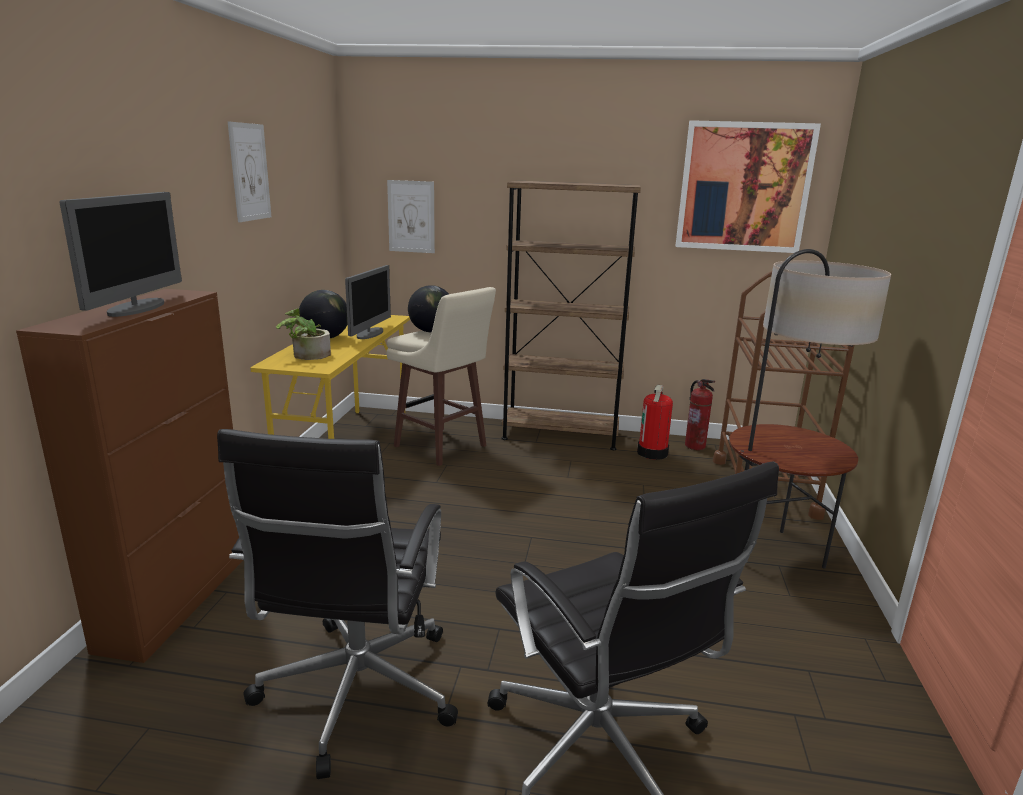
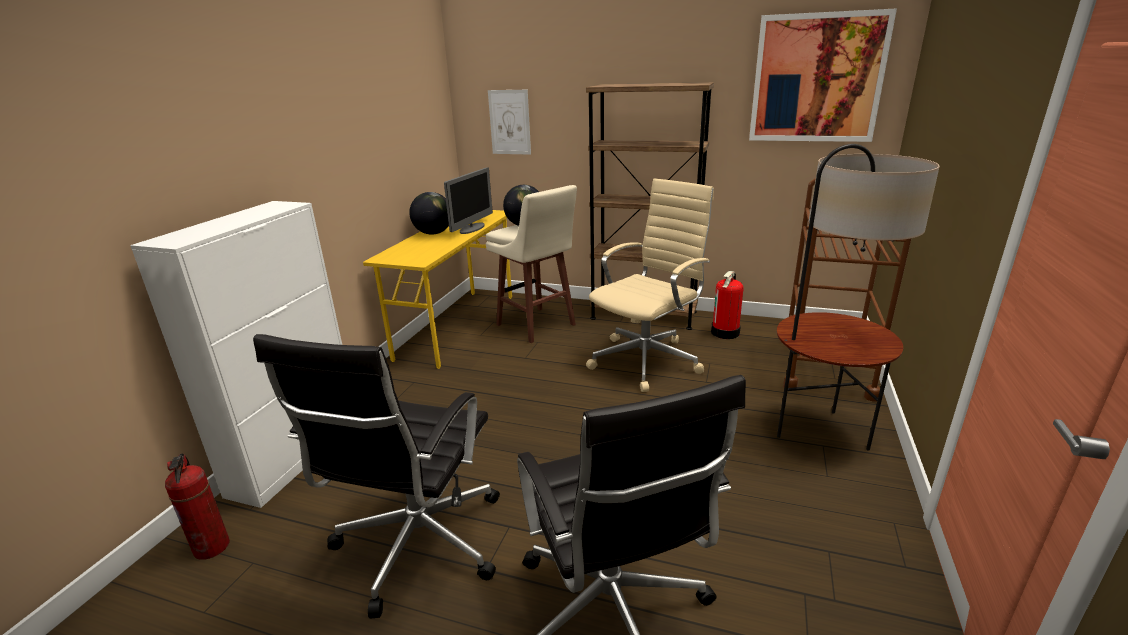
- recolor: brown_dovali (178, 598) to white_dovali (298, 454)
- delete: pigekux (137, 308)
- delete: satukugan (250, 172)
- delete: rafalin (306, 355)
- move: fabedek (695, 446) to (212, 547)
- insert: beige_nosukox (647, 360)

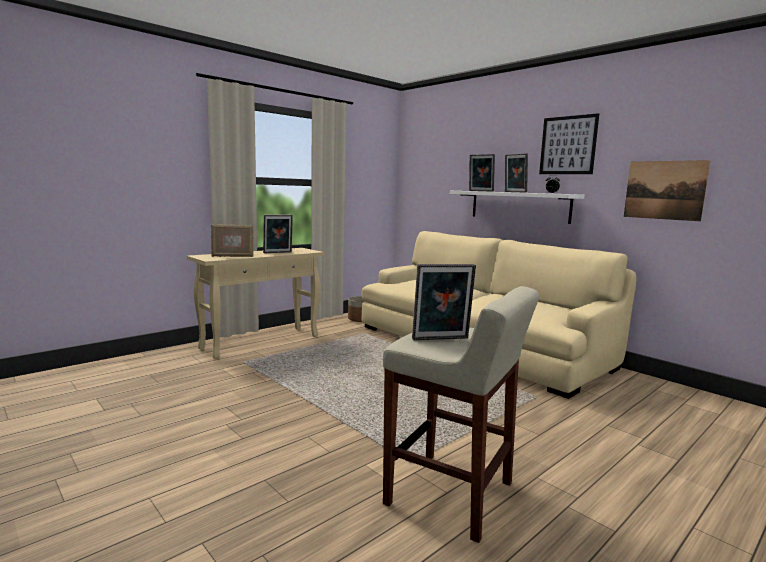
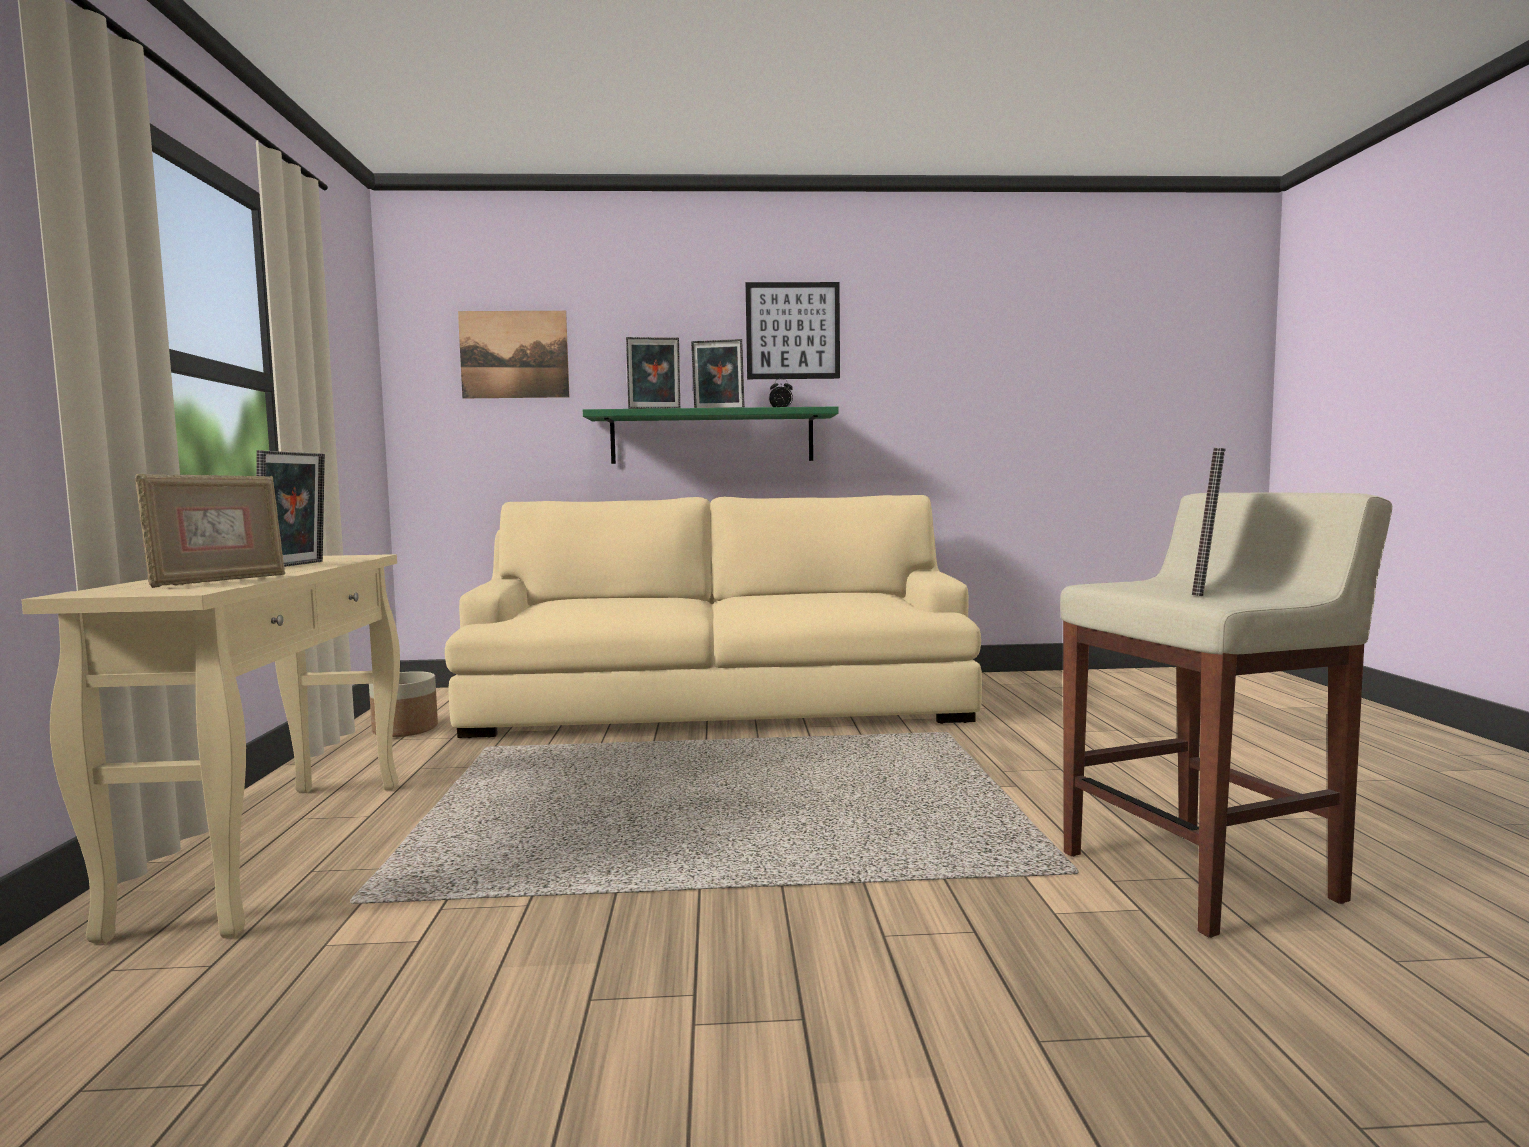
- recolor: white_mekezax (519, 206) to green_mekezax (712, 437)
- move: satukugan (664, 190) to (514, 354)

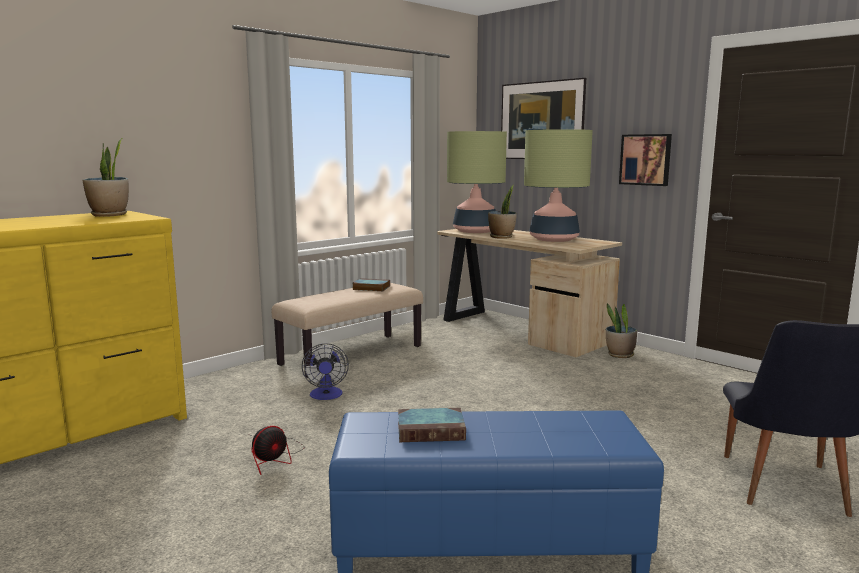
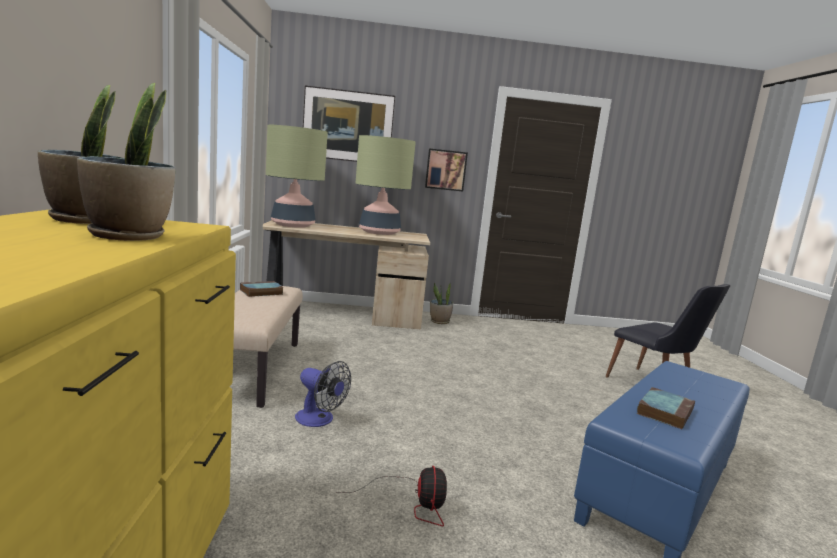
- move: rafalin (501, 237) to (129, 236)

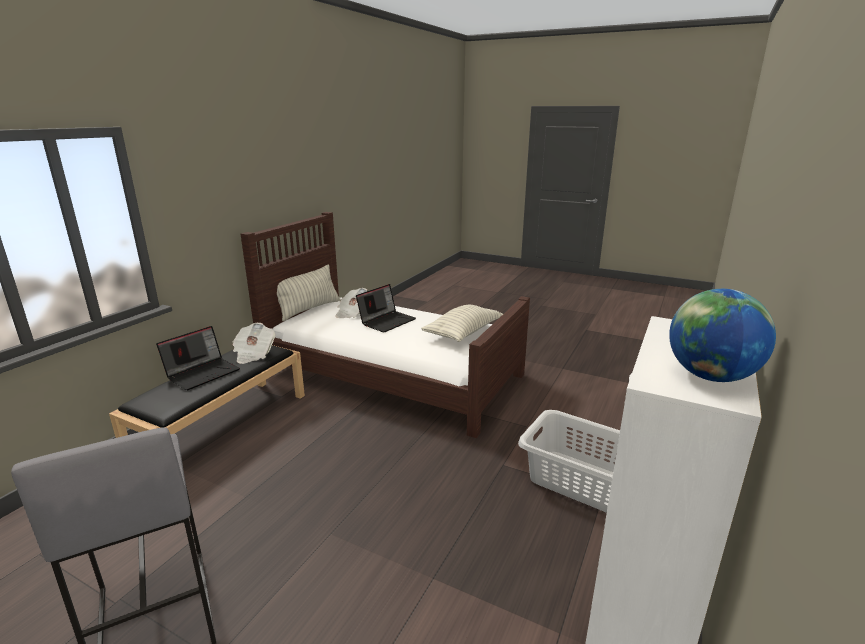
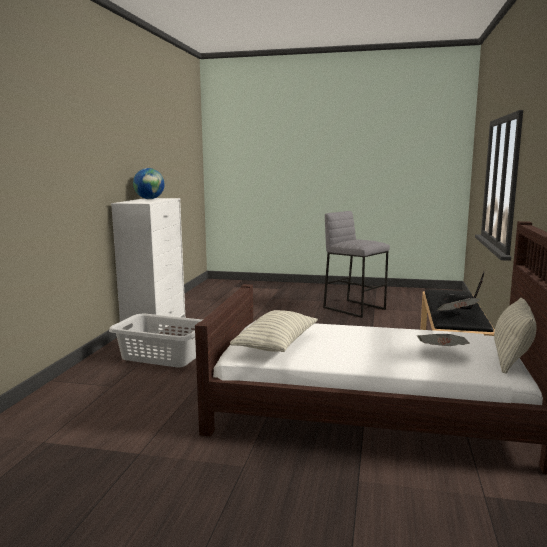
- delete: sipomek (387, 321)

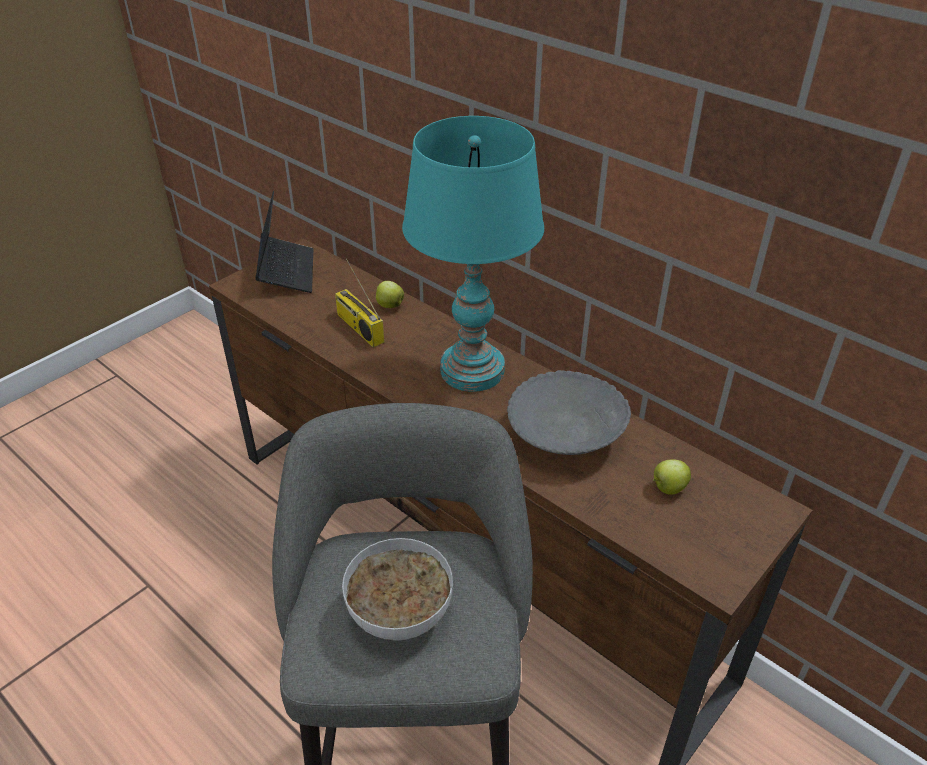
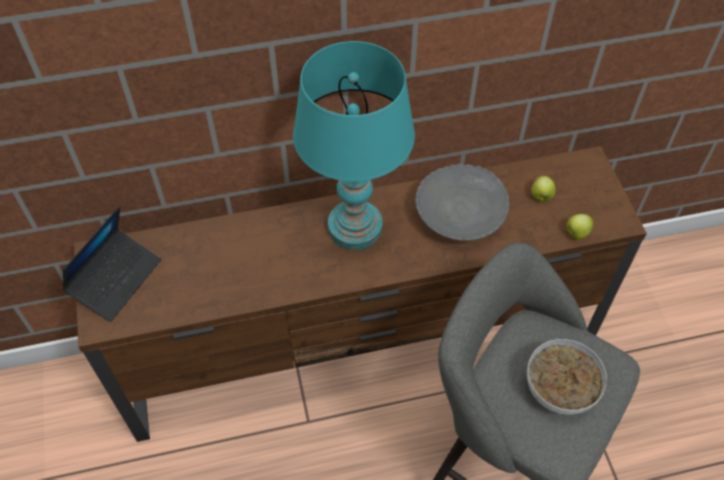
- rotate: sipomek (286, 272) = (116, 279) 90 degrees clockwise
- delete: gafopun (358, 328)
- move: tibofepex (389, 305) to (576, 233)

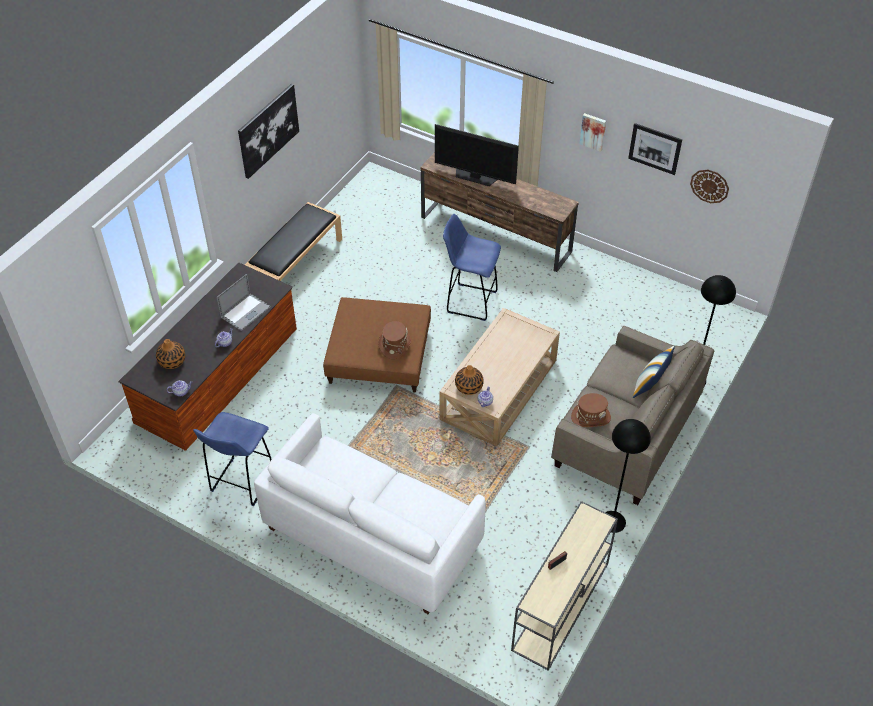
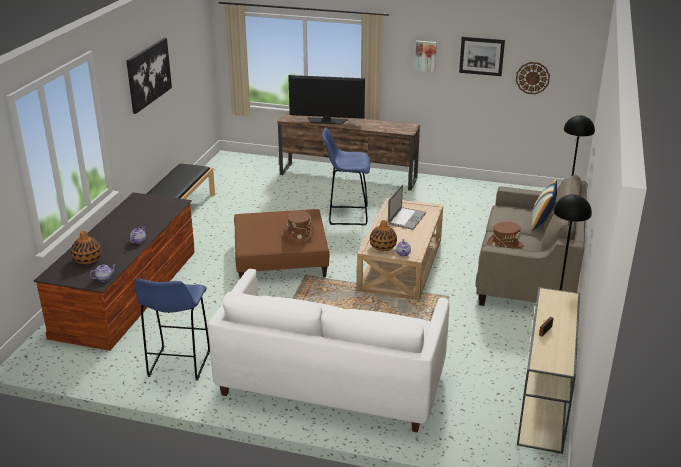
- move: sipomek (245, 312) to (406, 218)

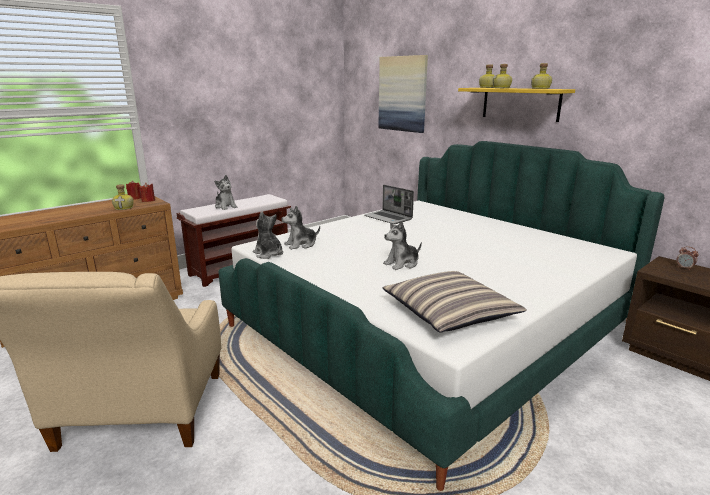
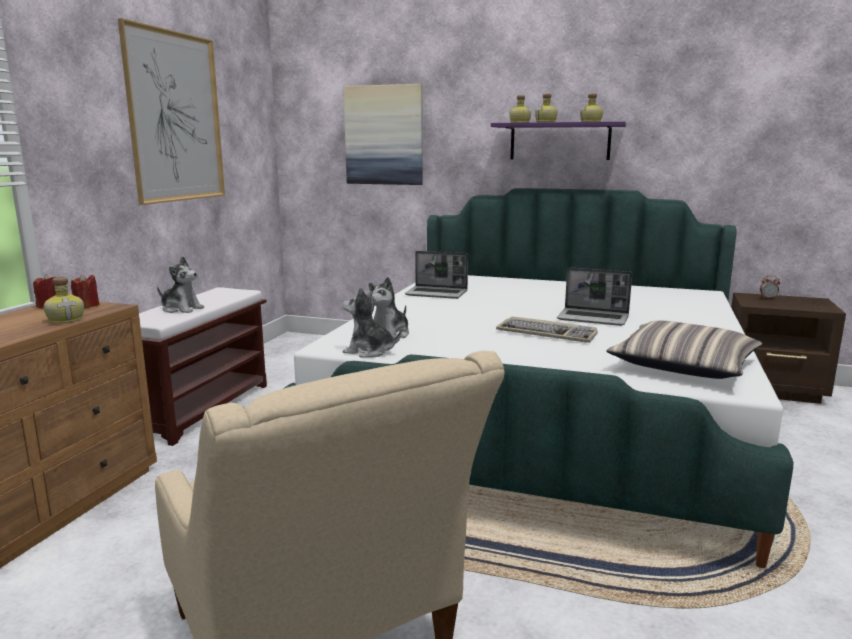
- replace: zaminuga (402, 264) to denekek (547, 333)
- recolor: yellow_mekezax (520, 104) to purple_mekezax (559, 141)
- insert: satukugan (175, 117)
- insert: sipomek (594, 318)

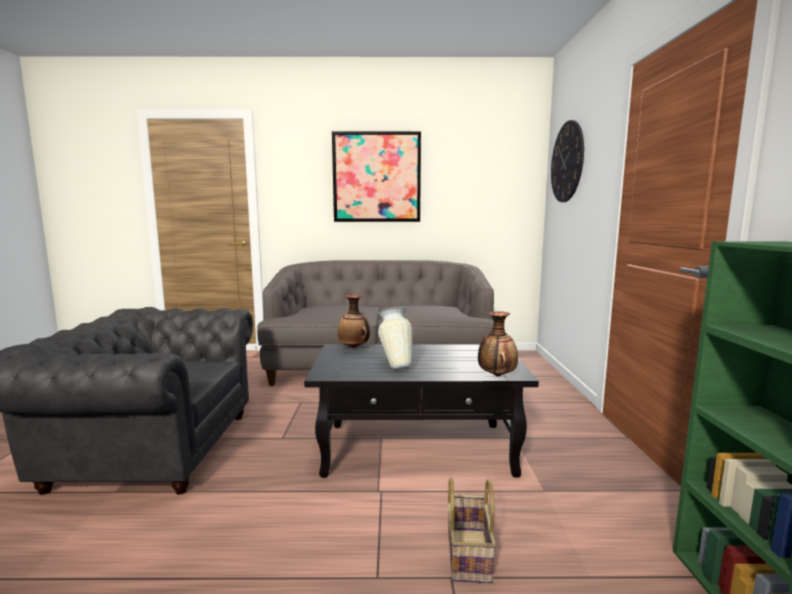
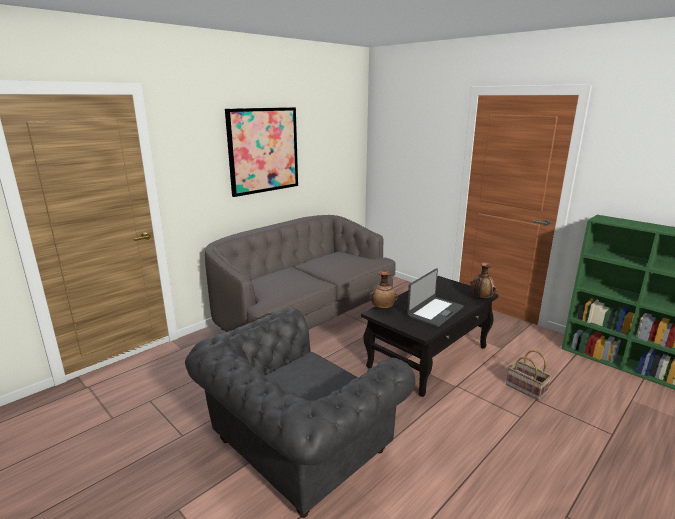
- replace: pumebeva (396, 366) to sipomek (434, 311)
- delete: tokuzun (567, 162)

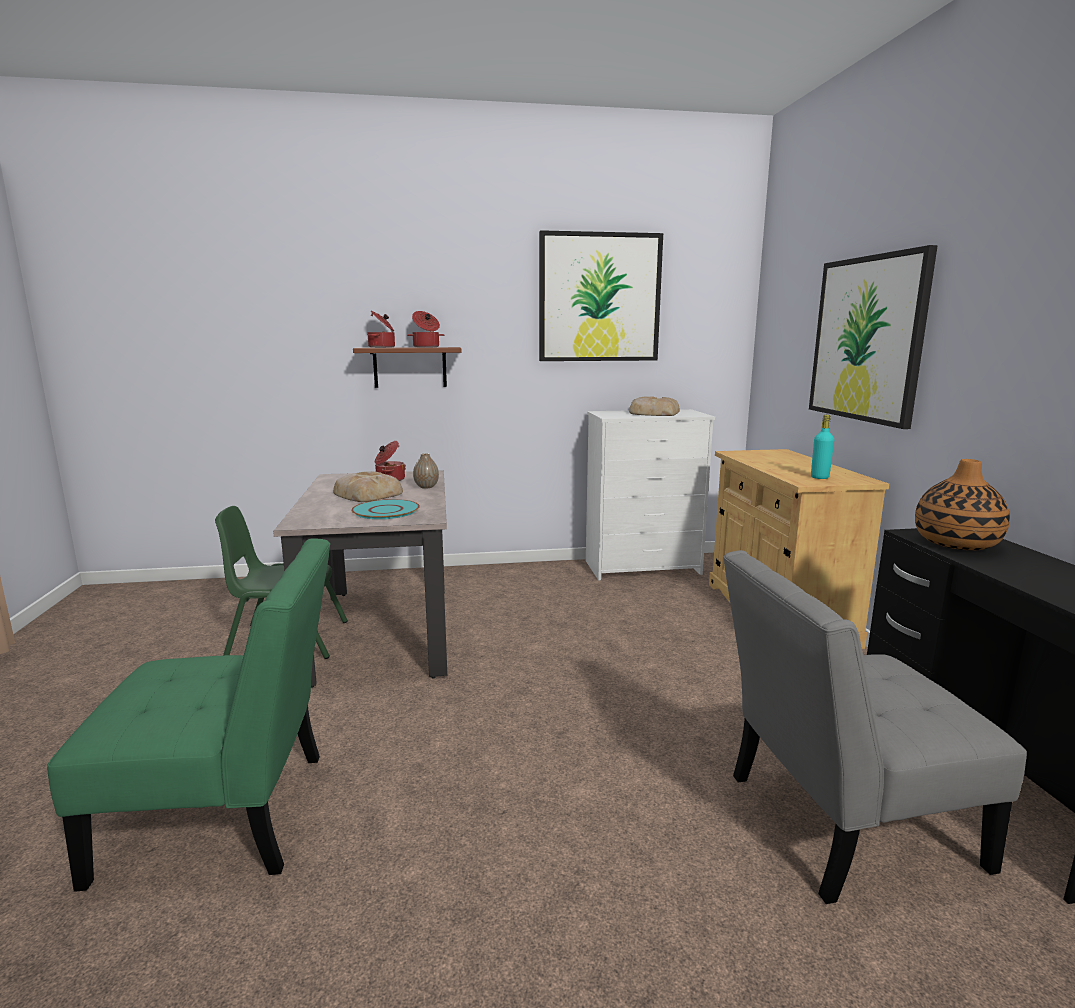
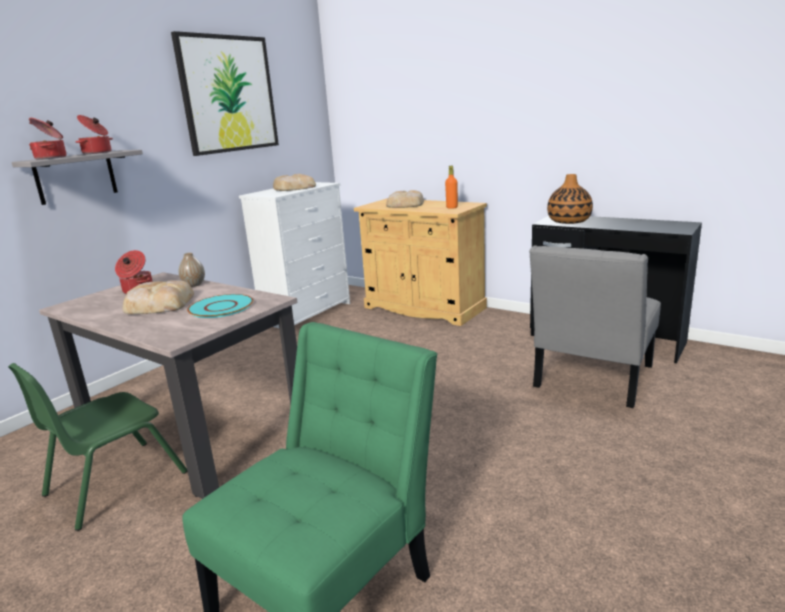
- recolor: brown_mekezax (410, 367) to grey_mekezax (76, 177)
- delete: satukugan (867, 339)
- recolor: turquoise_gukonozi (819, 477) to orange_gukonozi (452, 207)
- insert: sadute (405, 204)

